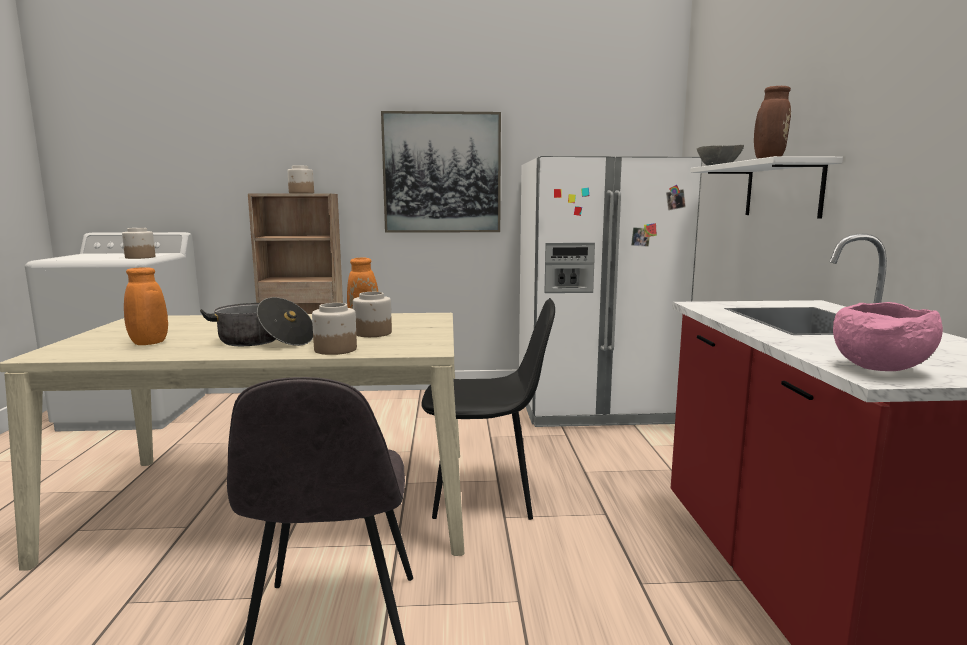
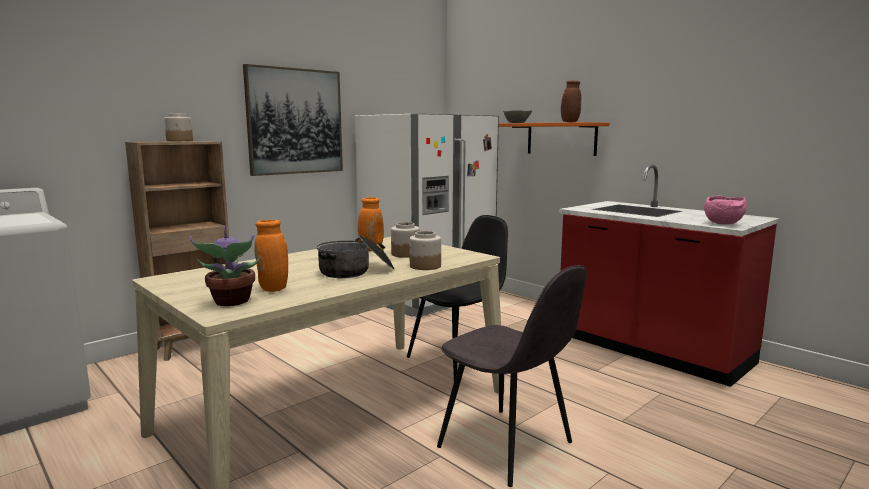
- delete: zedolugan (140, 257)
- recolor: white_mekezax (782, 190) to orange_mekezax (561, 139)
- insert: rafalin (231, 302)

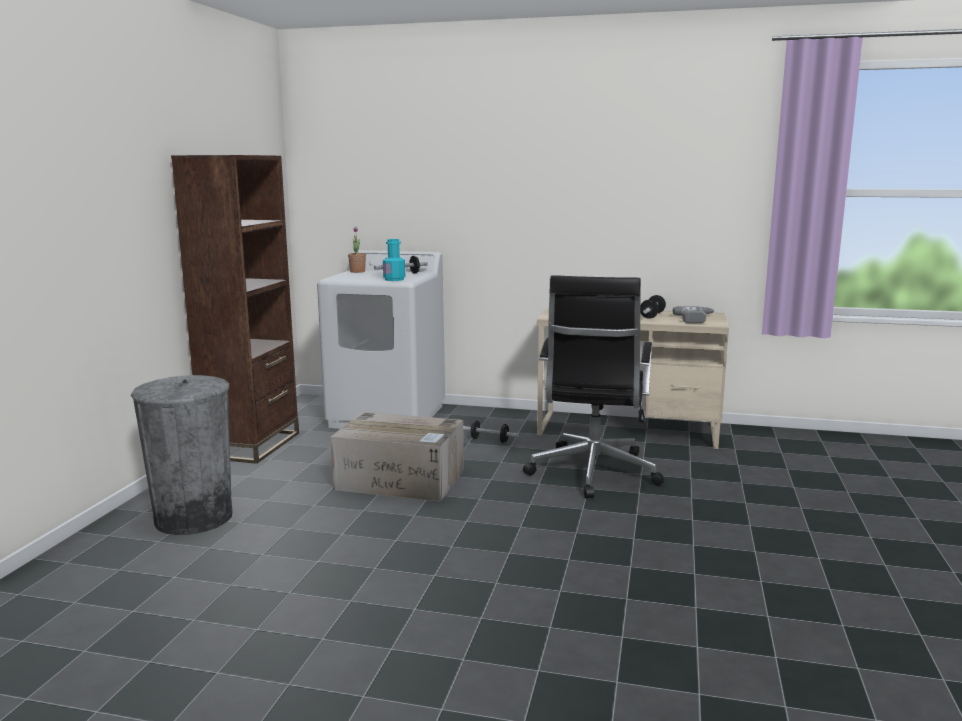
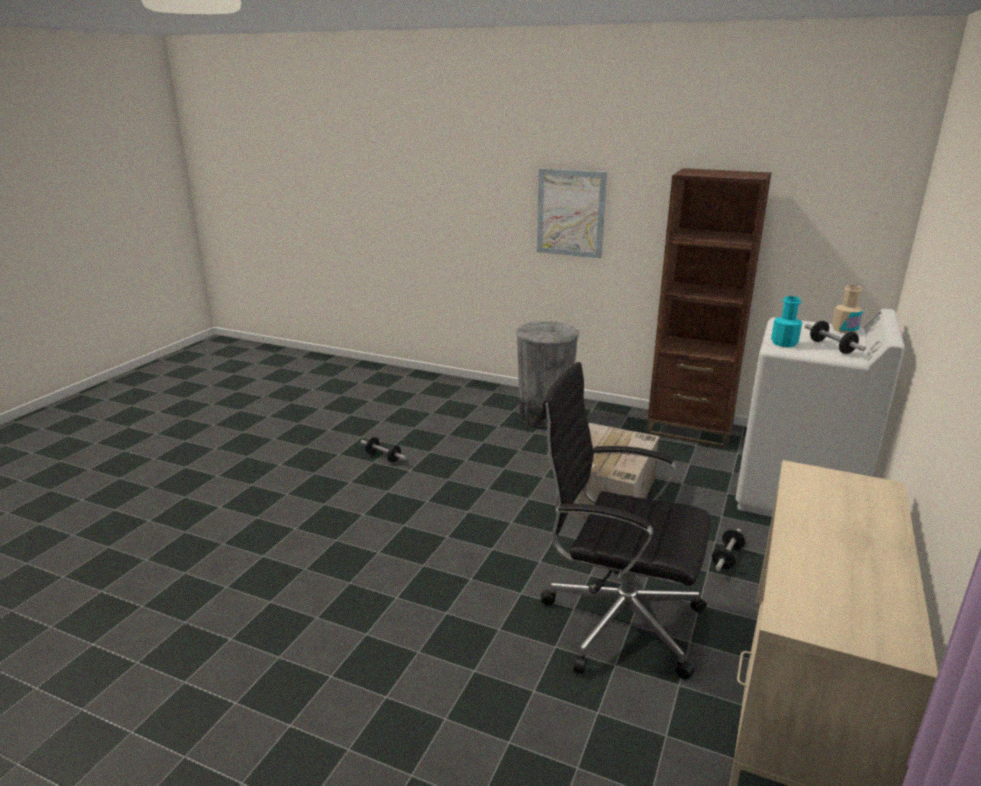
- replace: rafalin (357, 271) to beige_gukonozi (844, 330)
- move: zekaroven (652, 315) to (383, 457)
- delete: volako (697, 319)
- insert: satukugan (571, 213)

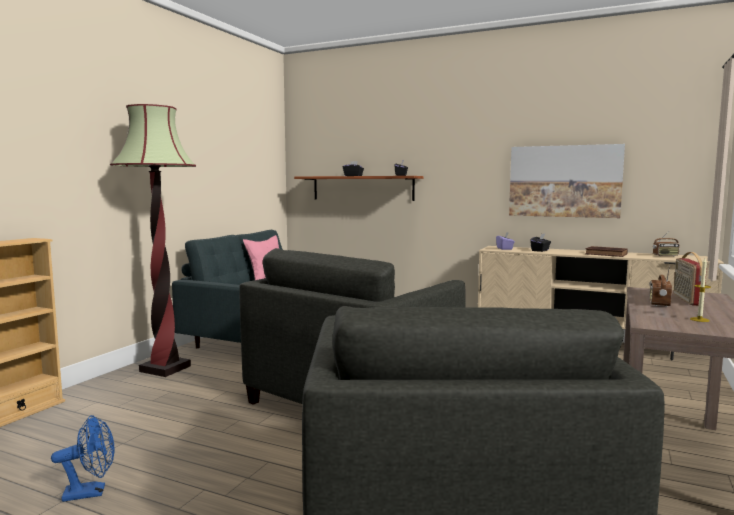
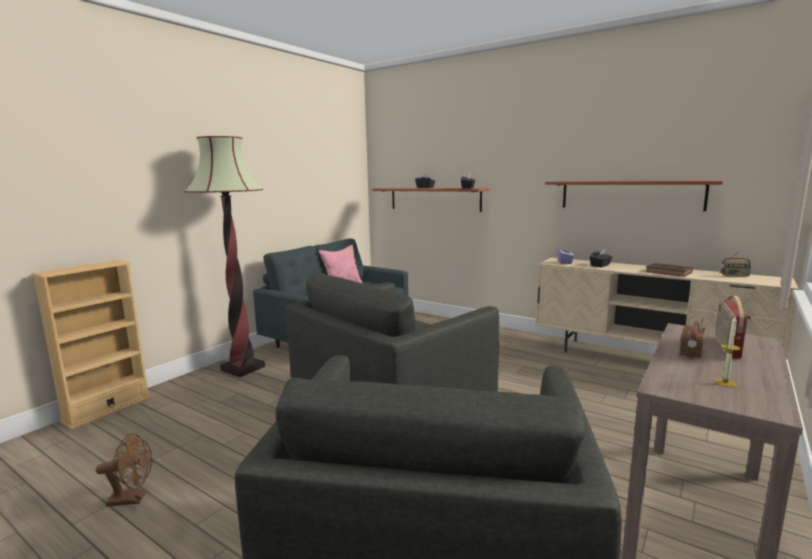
- recolor: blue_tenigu (91, 492) to brown_tenigu (133, 498)
- replace: satukugan (564, 181) to mekezax (630, 195)

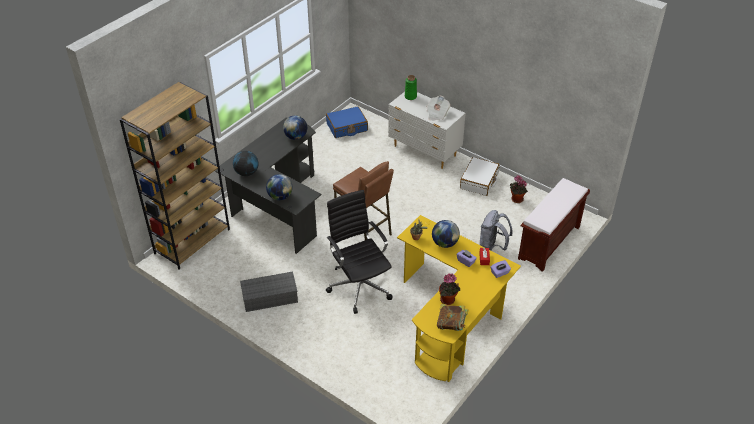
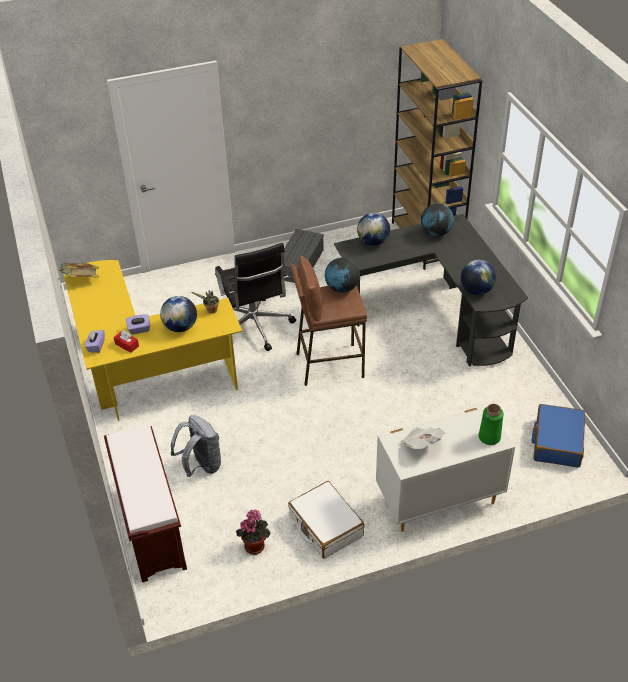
- rotate: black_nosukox (359, 285) = (254, 327) 60 degrees clockwise
- delete: rafalin (448, 300)
- insert: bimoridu (342, 288)

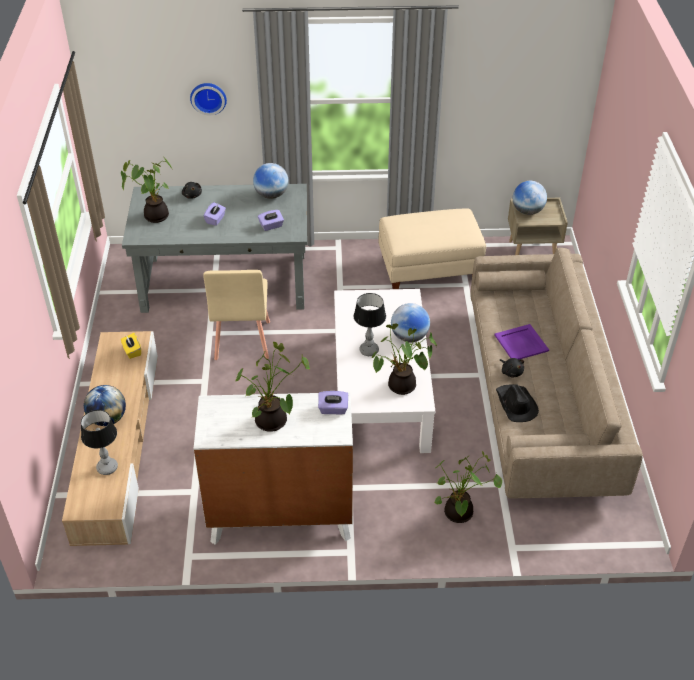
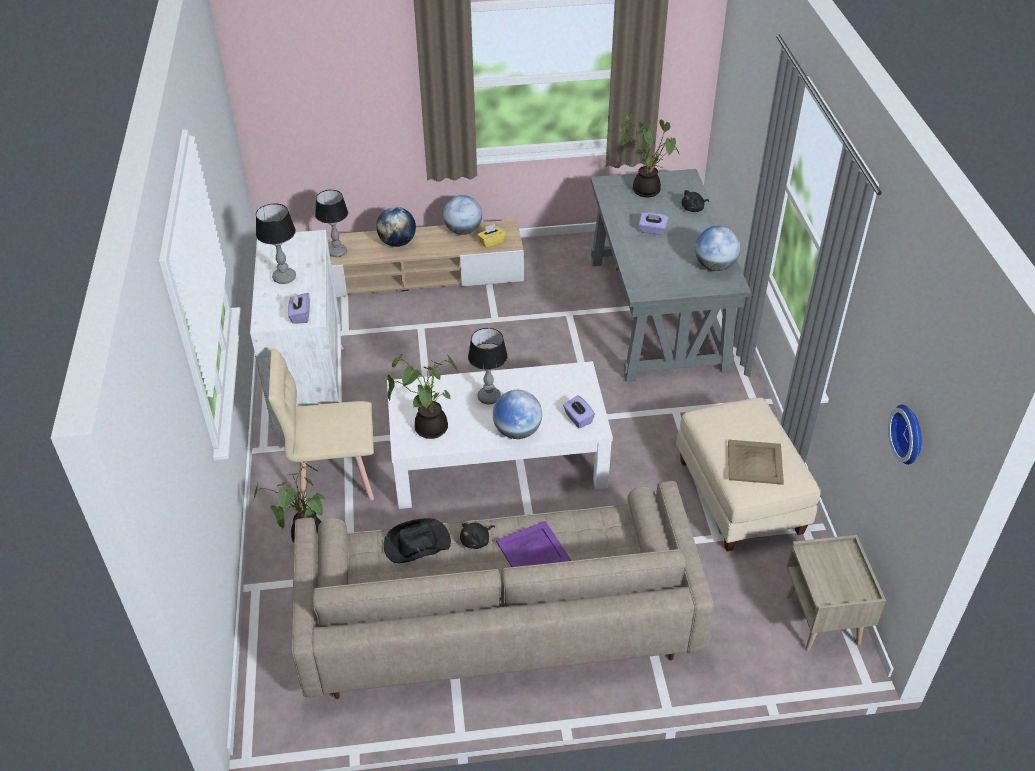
- move: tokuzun (208, 97) to (910, 433)
- move: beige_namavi (242, 340) to (335, 477)
- replace: rafalin (273, 422) to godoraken (285, 278)
- move: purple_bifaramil (271, 226) to (578, 419)
- move: bimoridu (527, 211) to (463, 231)
- insert: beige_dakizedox (755, 462)

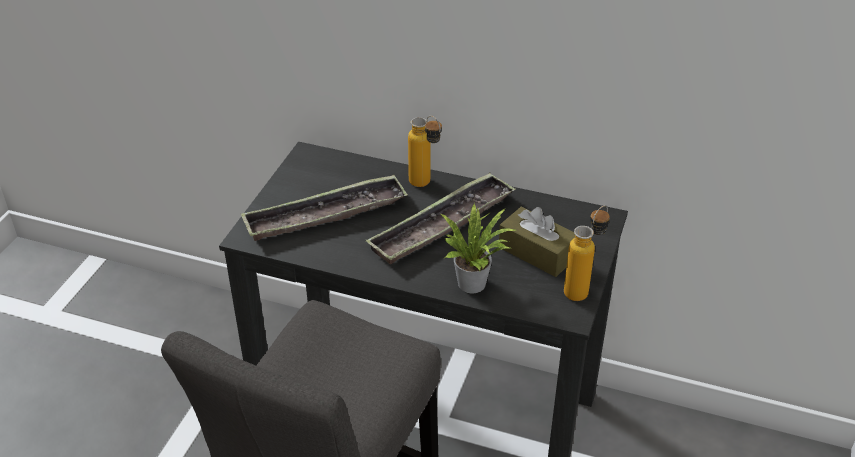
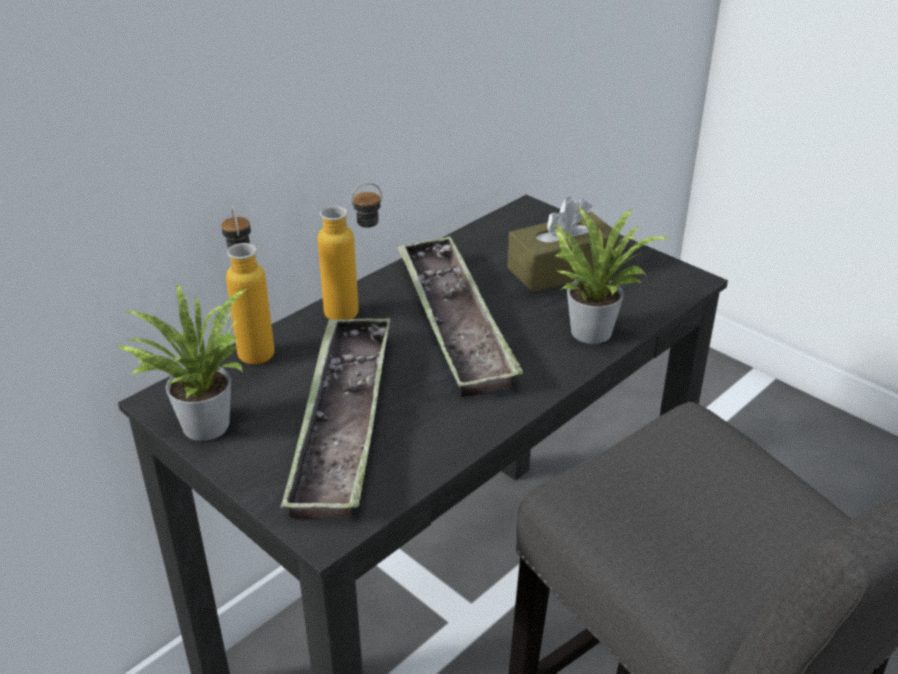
- move: gukonozi (582, 288) to (254, 346)
- insert: rafalin (201, 423)

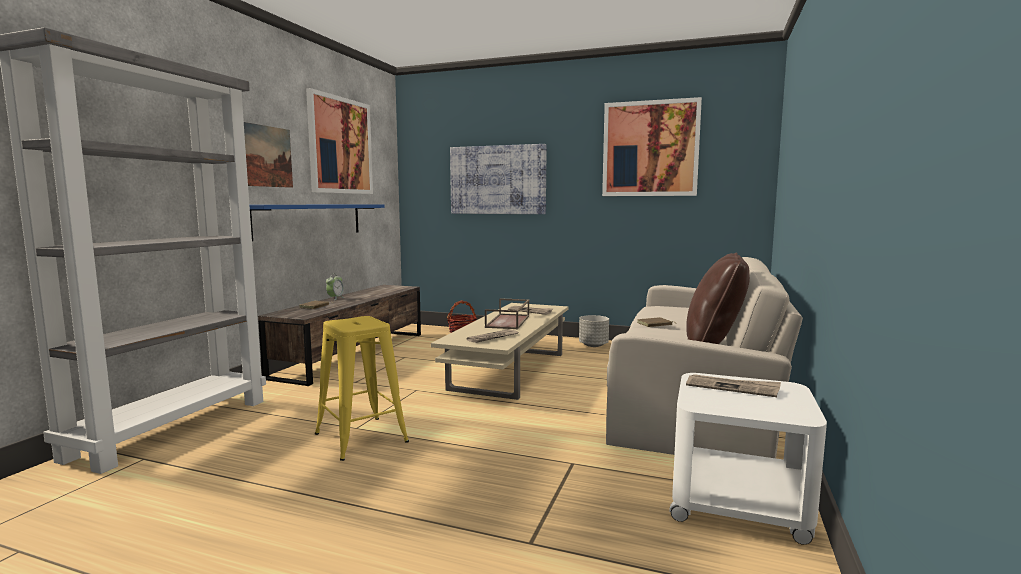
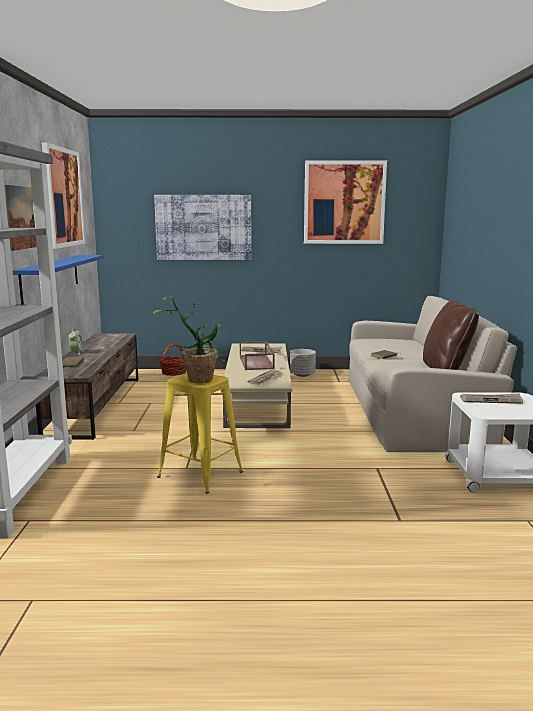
- insert: rafalin (197, 378)

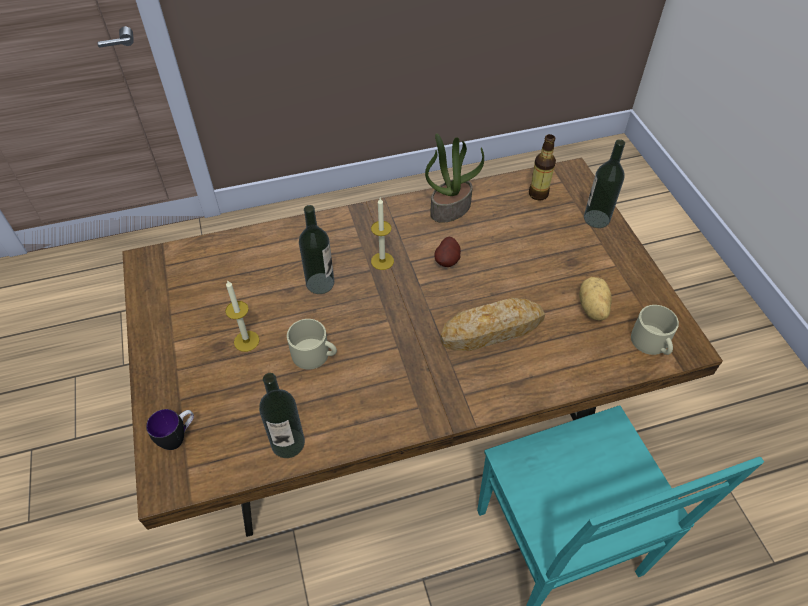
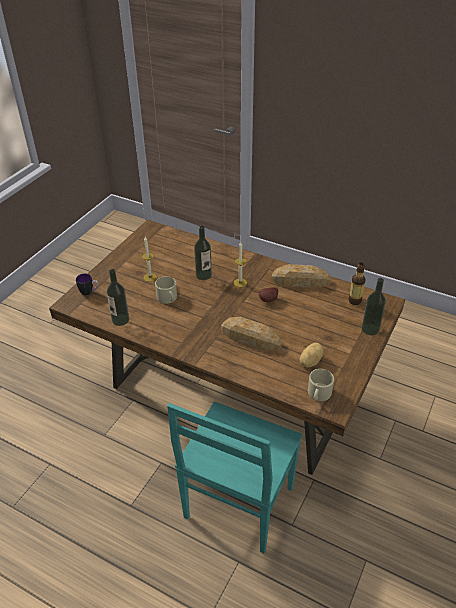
- replace: rafalin (450, 208) to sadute (300, 281)

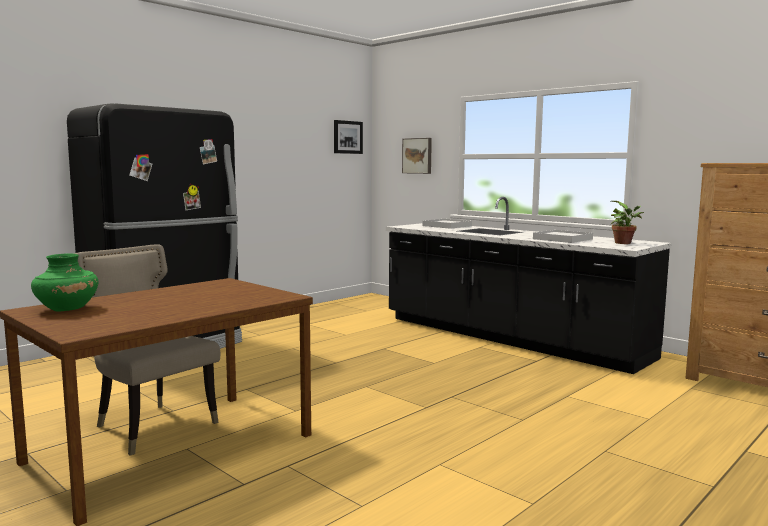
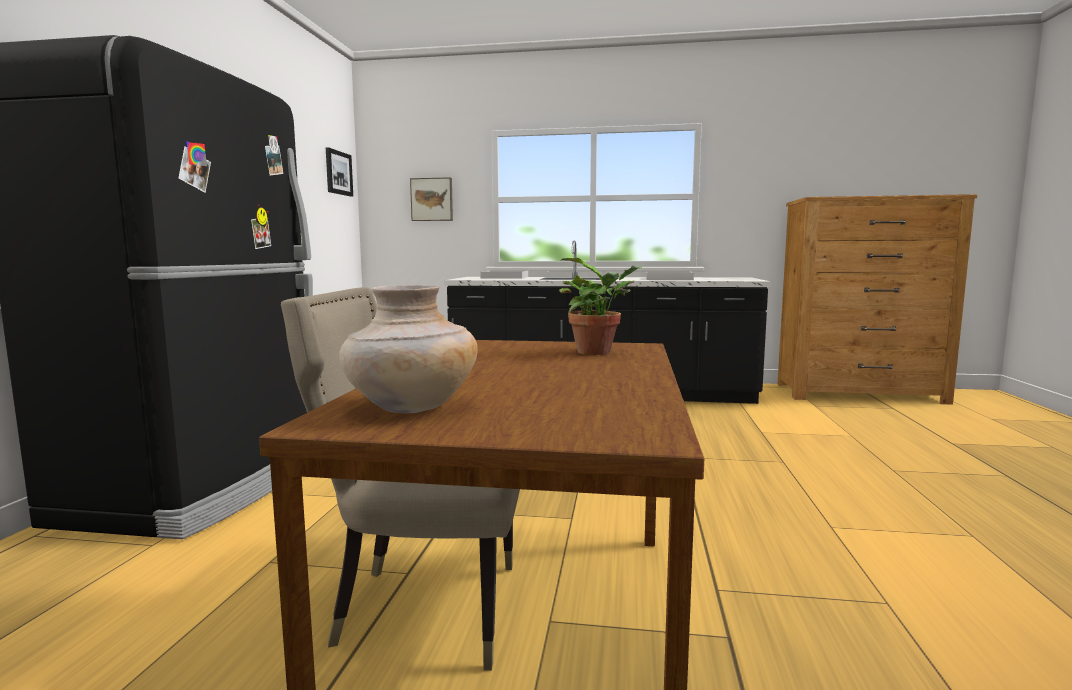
- recolor: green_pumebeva (67, 309) to beige_pumebeva (410, 407)
- move: rafalin (625, 243) to (598, 352)

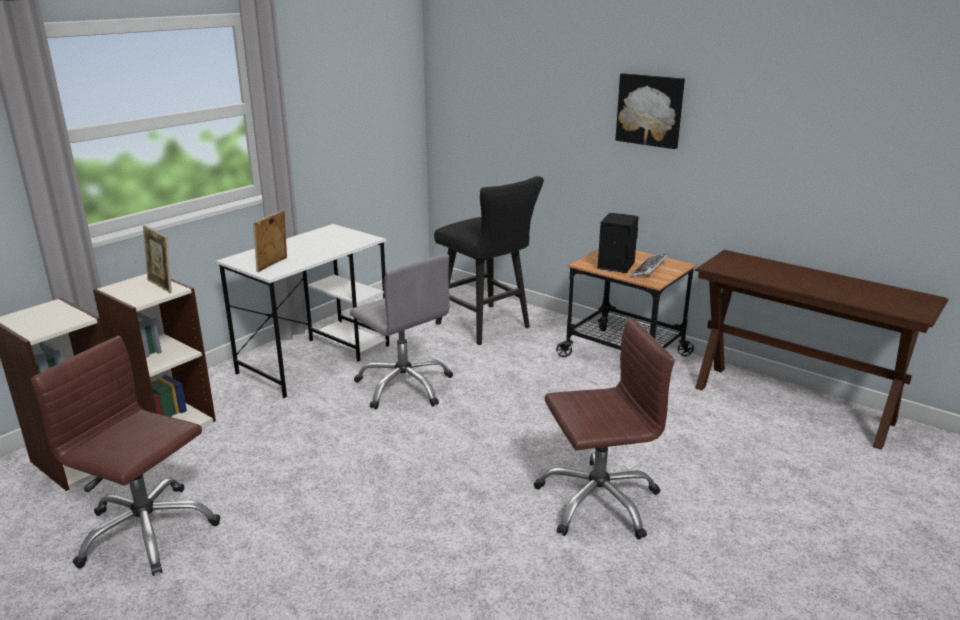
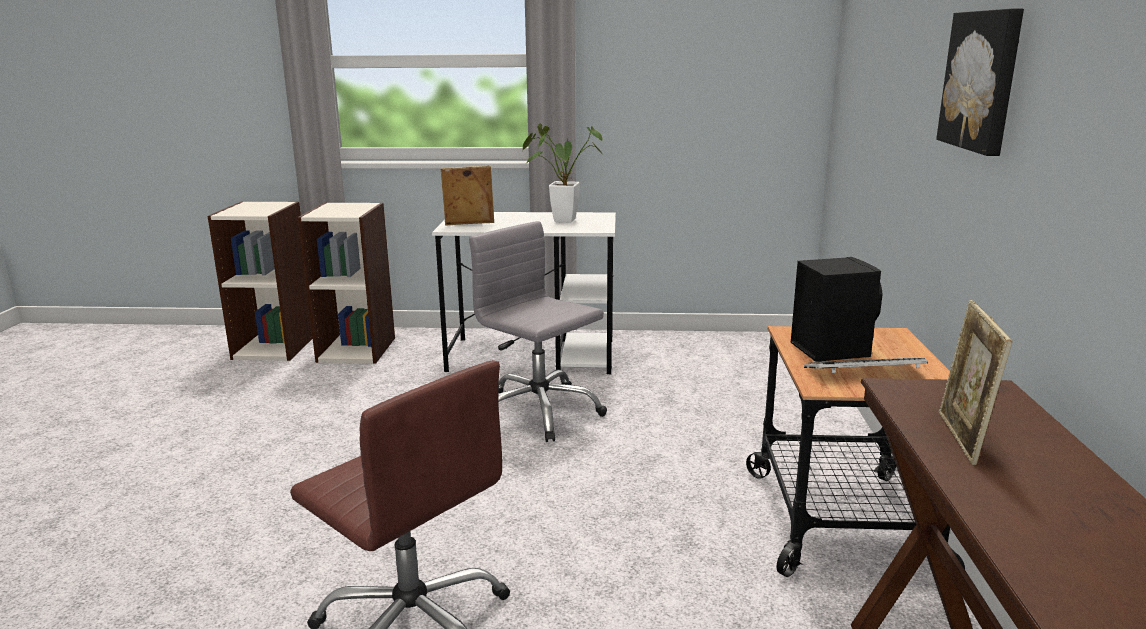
- delete: brown_nosukox (146, 532)
- move: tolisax (162, 286) to (962, 439)
- rotate: grey_nosukox (404, 386) = (538, 412) 120 degrees clockwise
- delete: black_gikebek (488, 327)
- insert: rafalin (559, 220)

